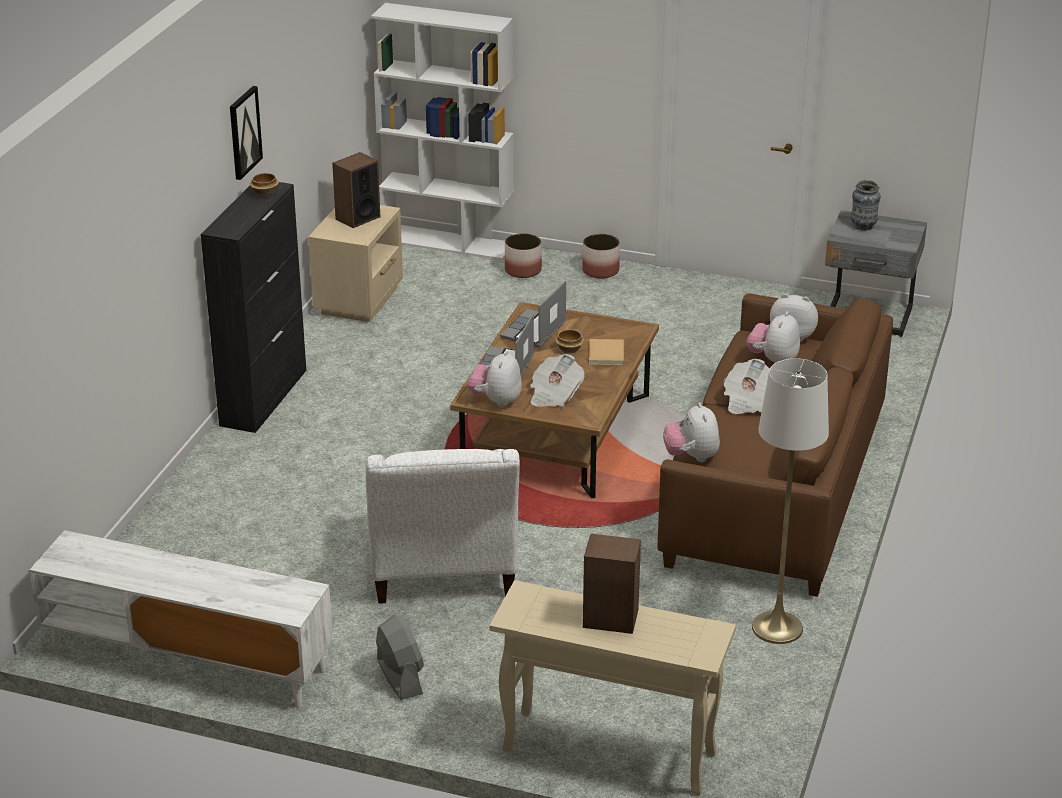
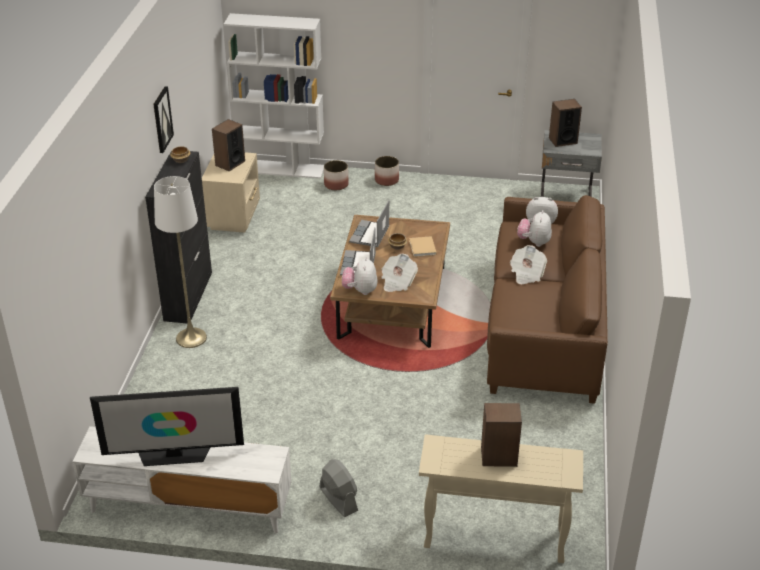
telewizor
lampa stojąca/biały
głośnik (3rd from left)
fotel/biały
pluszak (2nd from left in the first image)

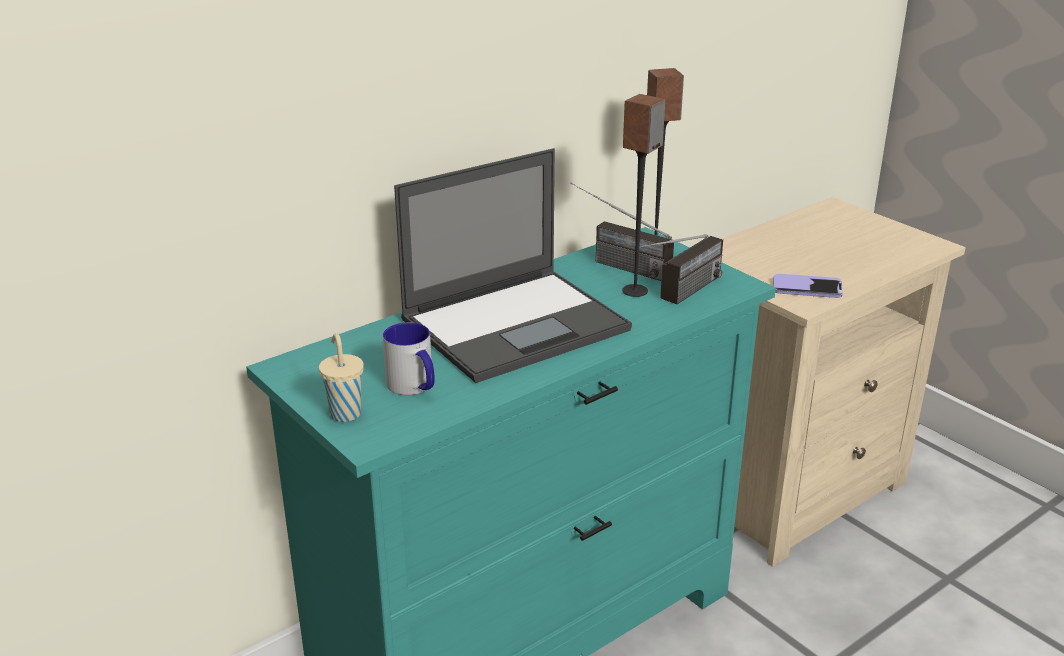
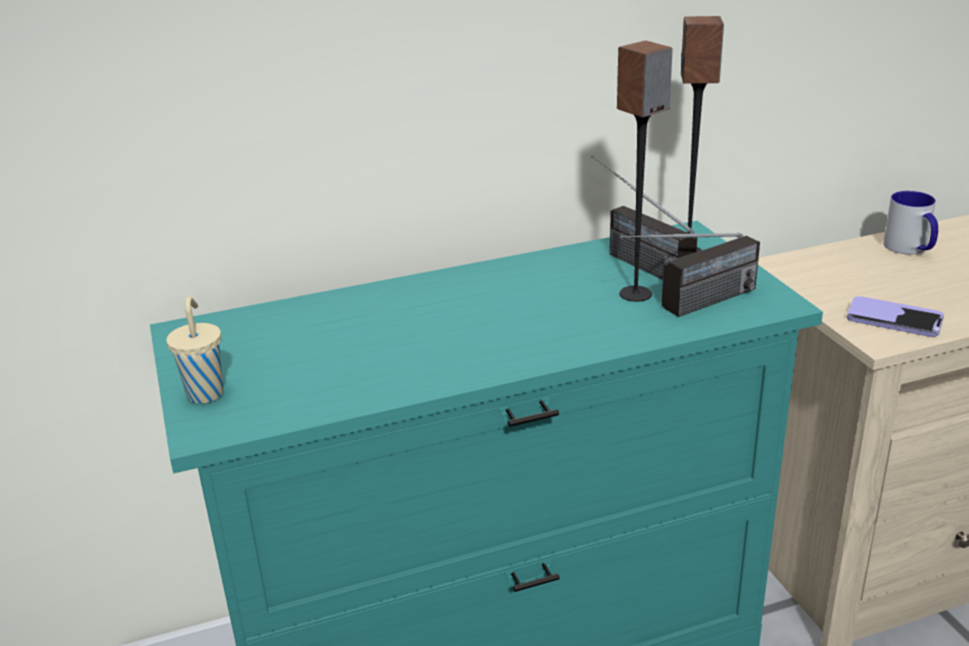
kubek
laptop

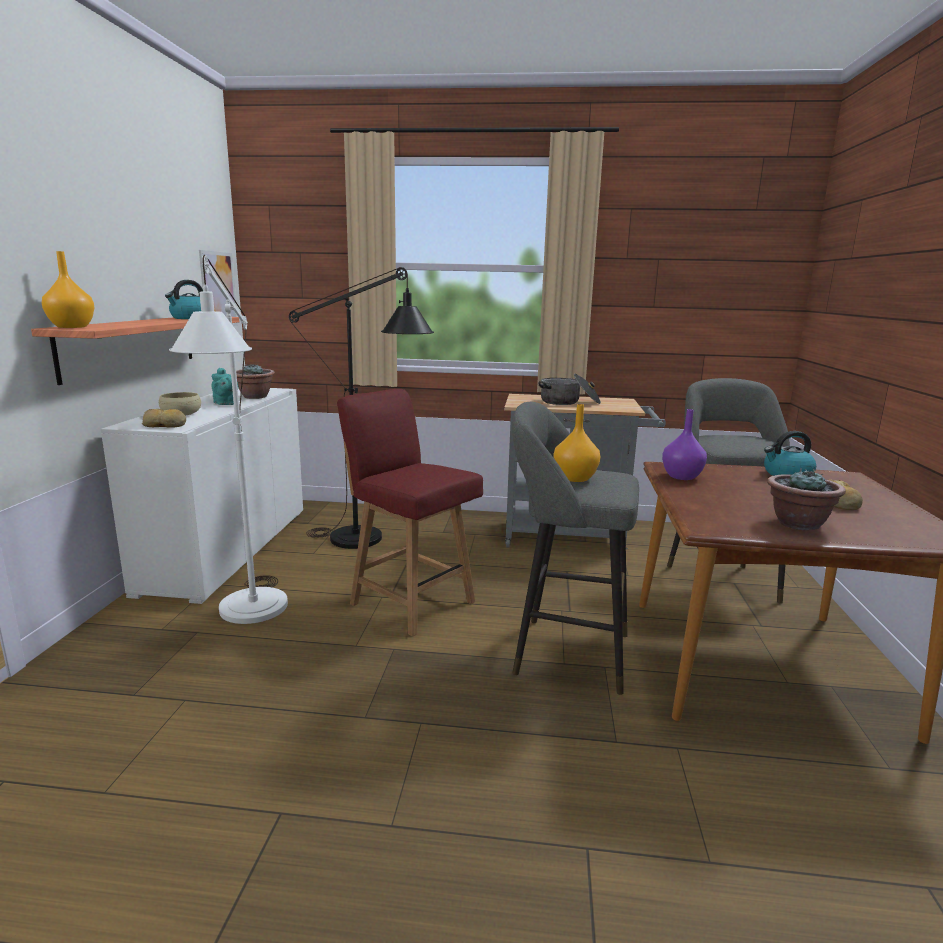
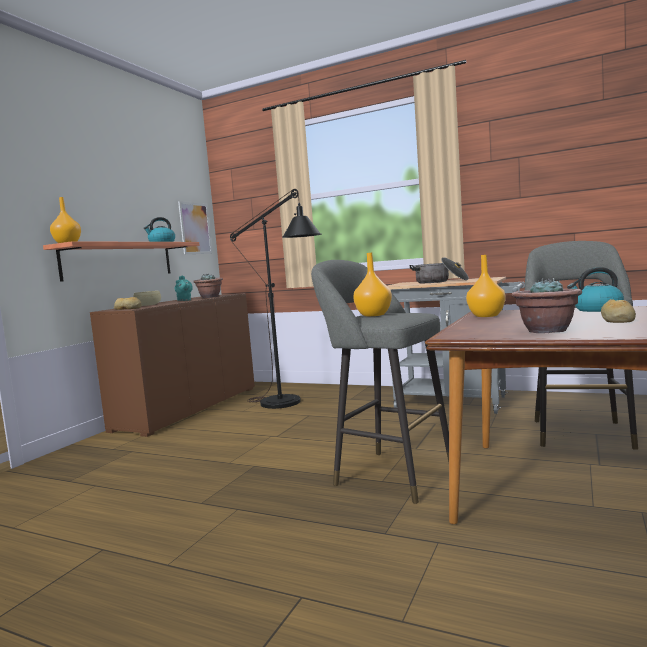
szafka/brązowy
wazon/pomarańczowy (3rd from left)
lampa stojąca/biały
krzesło/czerwony

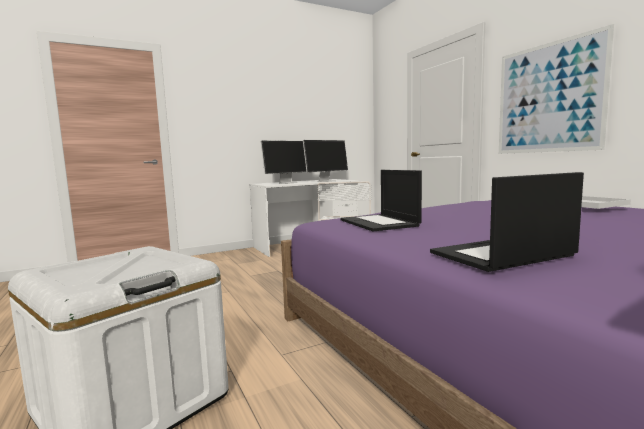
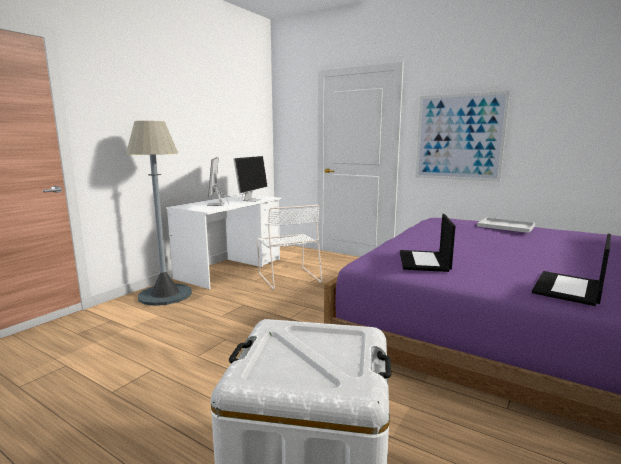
lampa stojąca/szary
monitor (1st from left)
laptop (1st from left)

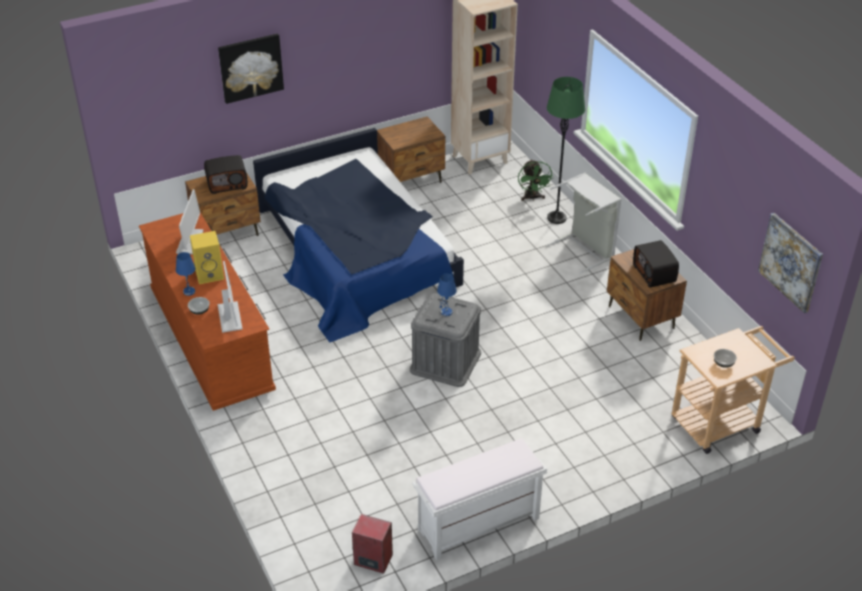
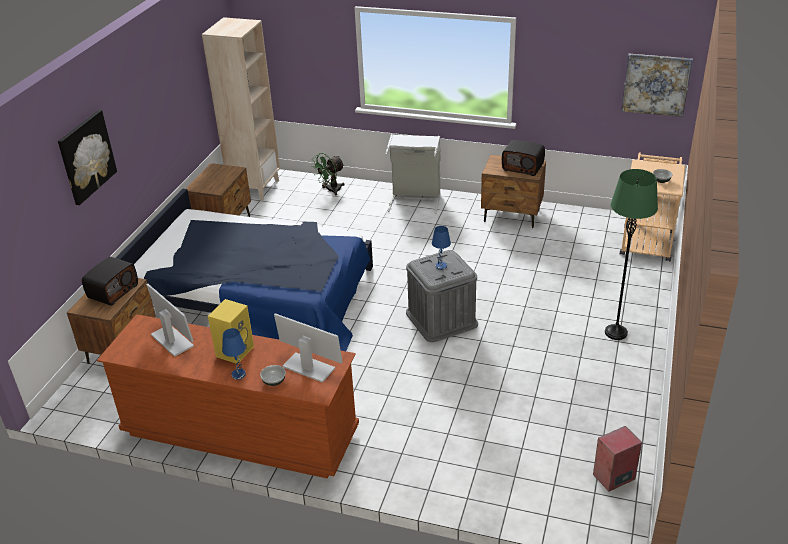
wentylator/zielony
lampa stojąca/zielony
ławka/biały

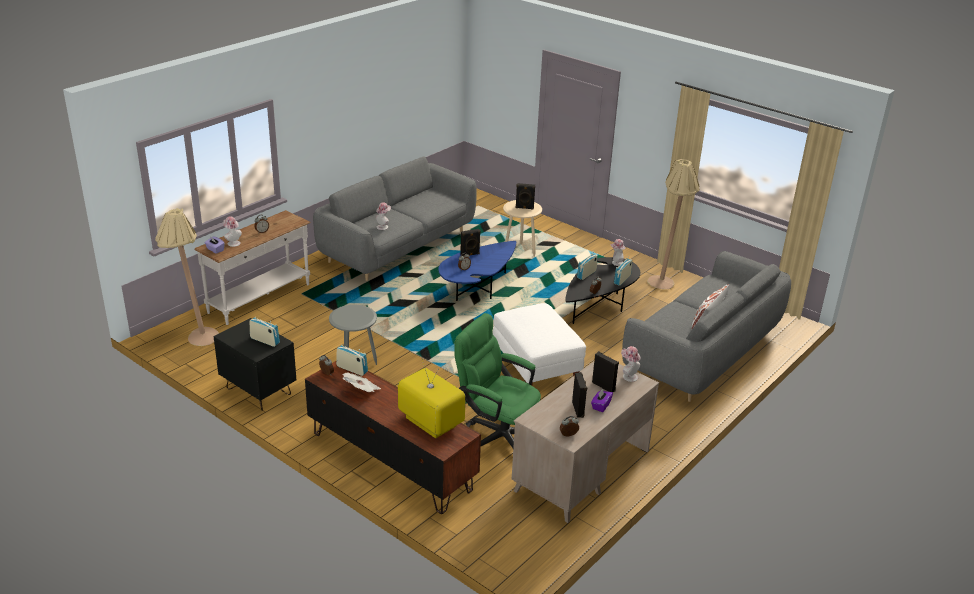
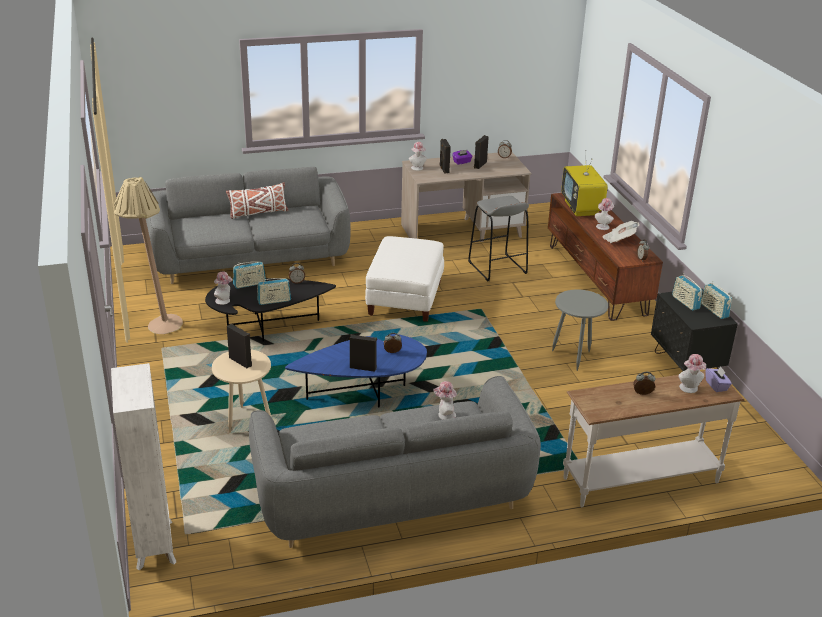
regał/biały
stołek/szary
kapelusz (4th from left)
radio (4th from left)
lampa stojąca/beżowy (1st from left in the first image)

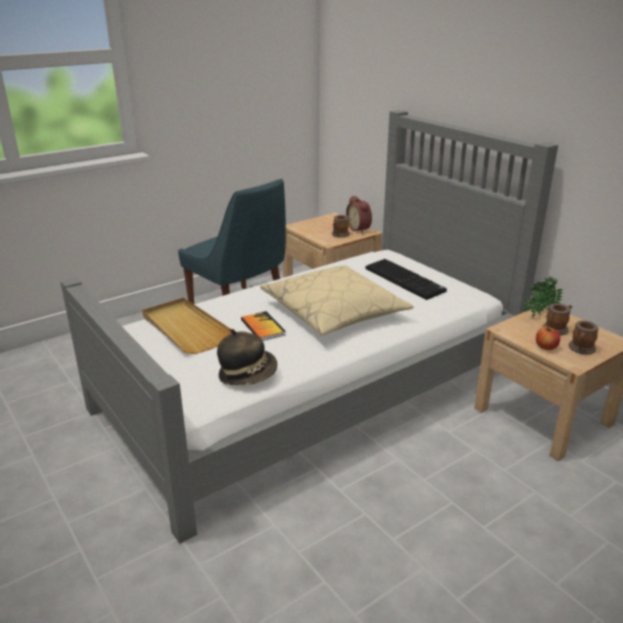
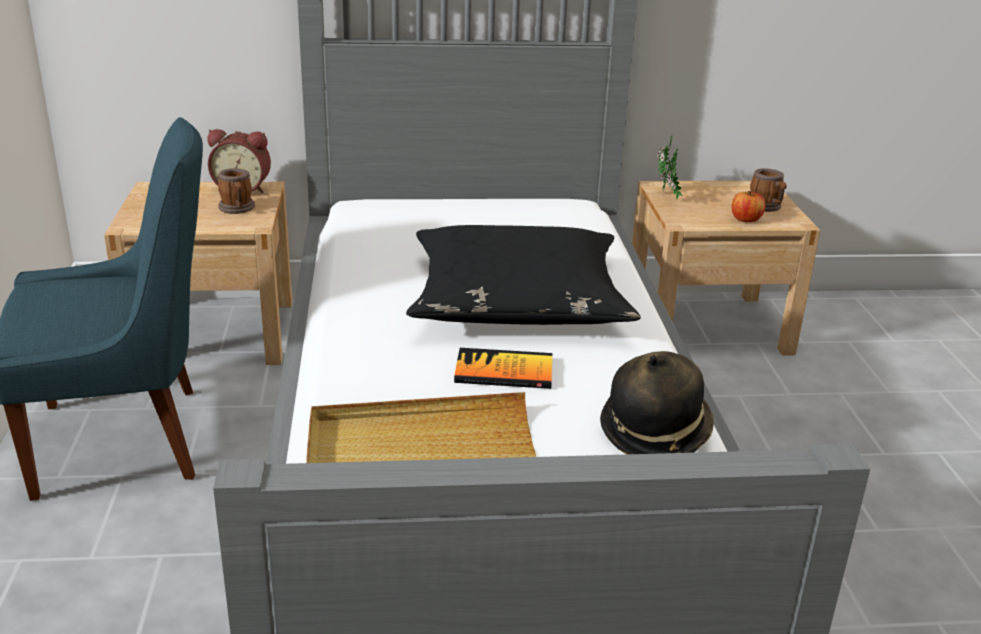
poduszka/czarny
klawiatura
kubek (2nd from left in the first image)

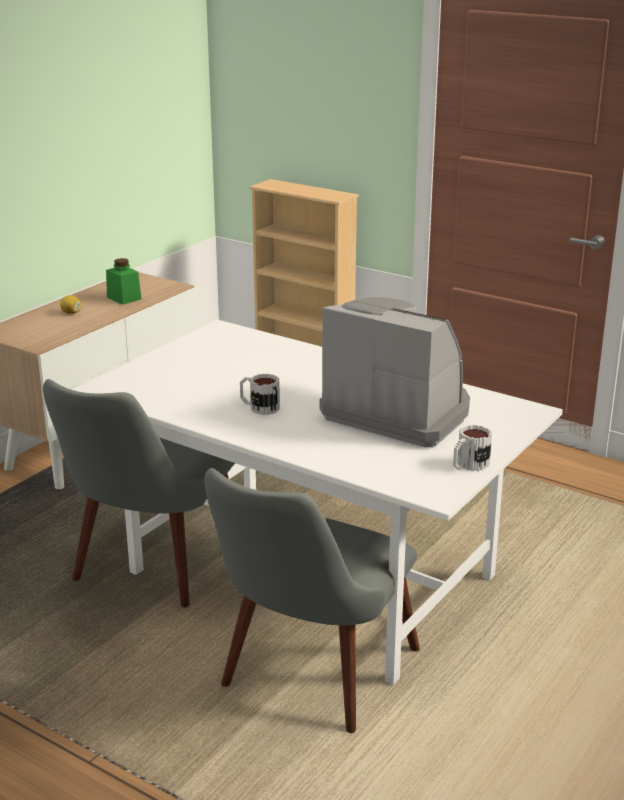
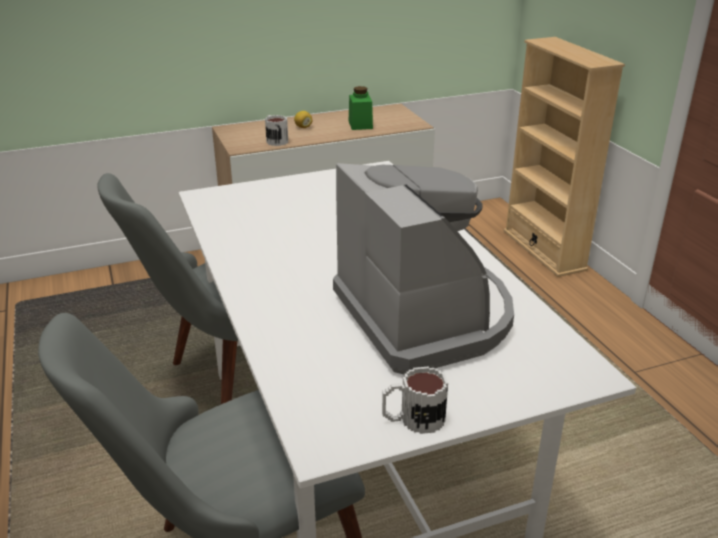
kubek (1st from left)

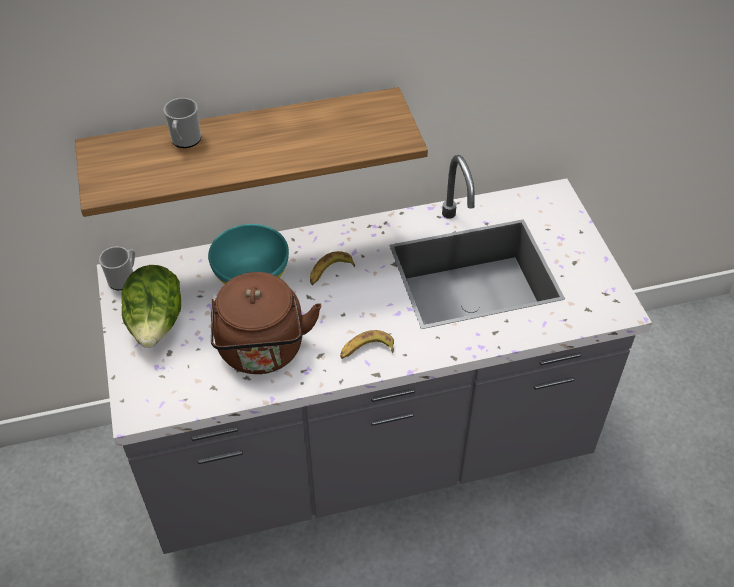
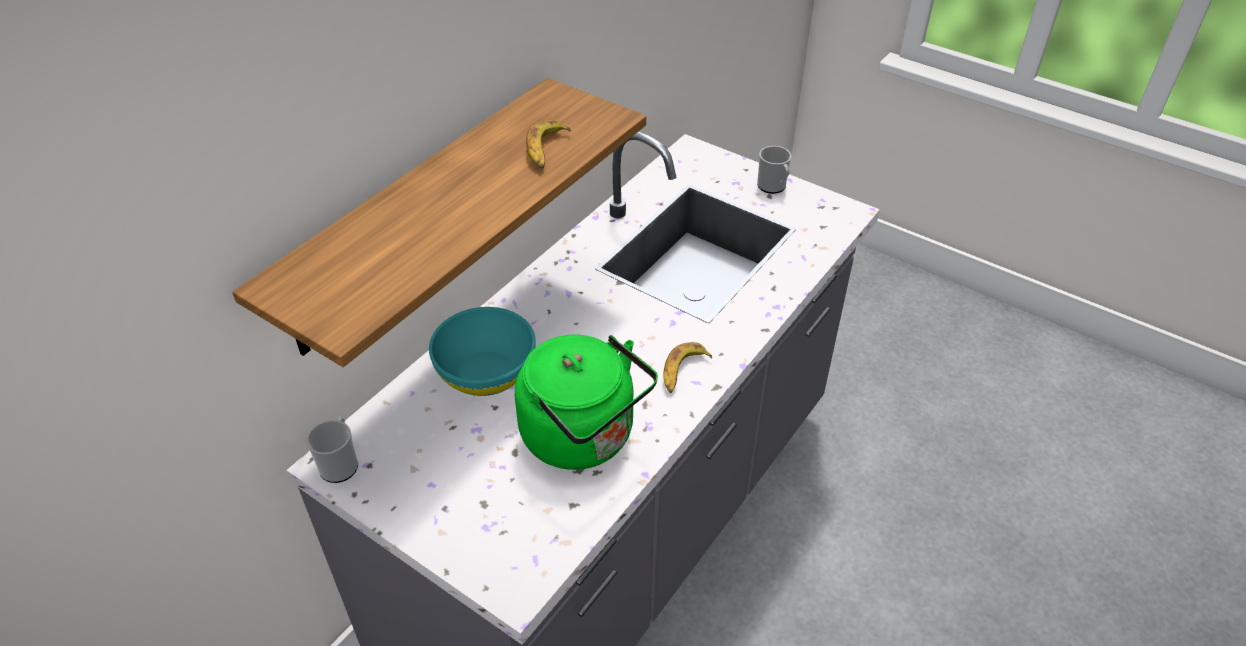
czajnik/zielony
banan (1st from left)
kubek (2nd from left)
sałata

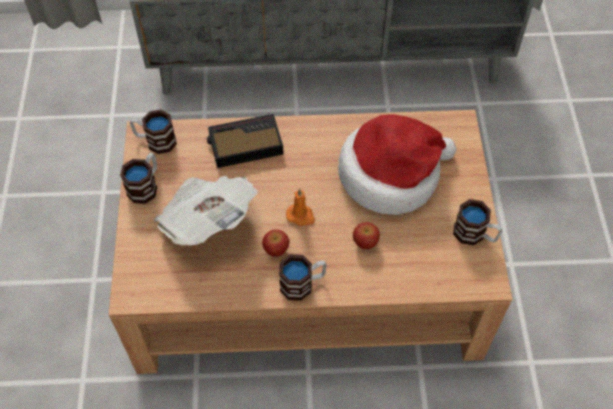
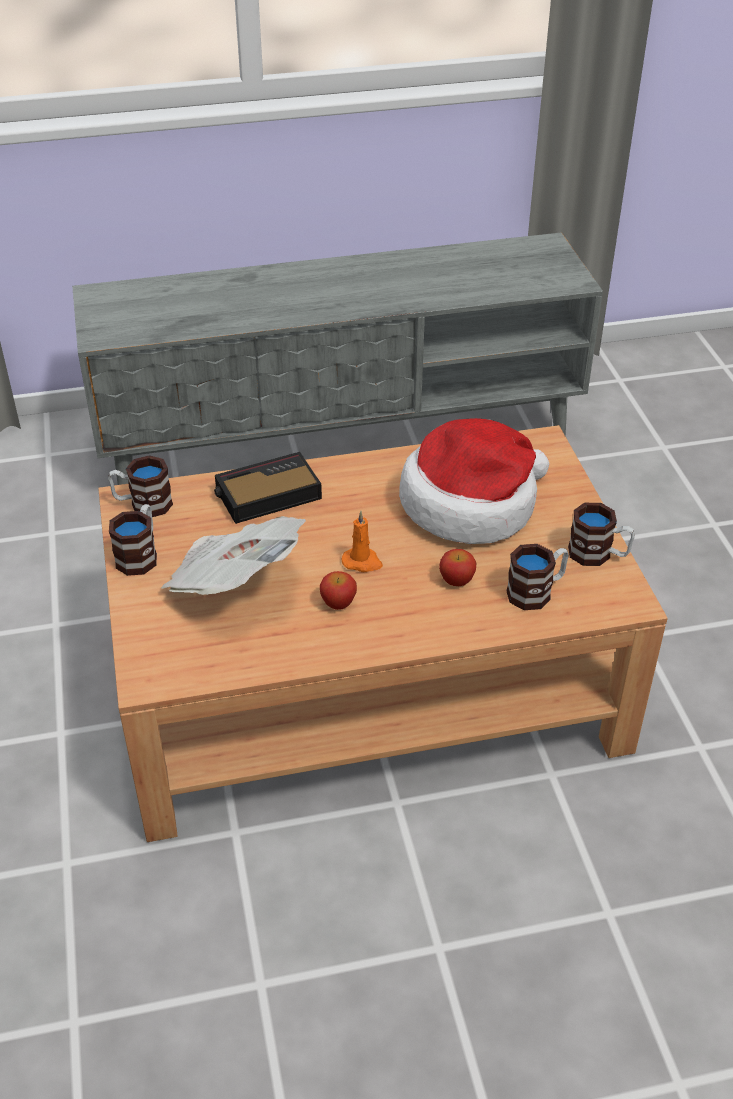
kubek (3rd from left)

